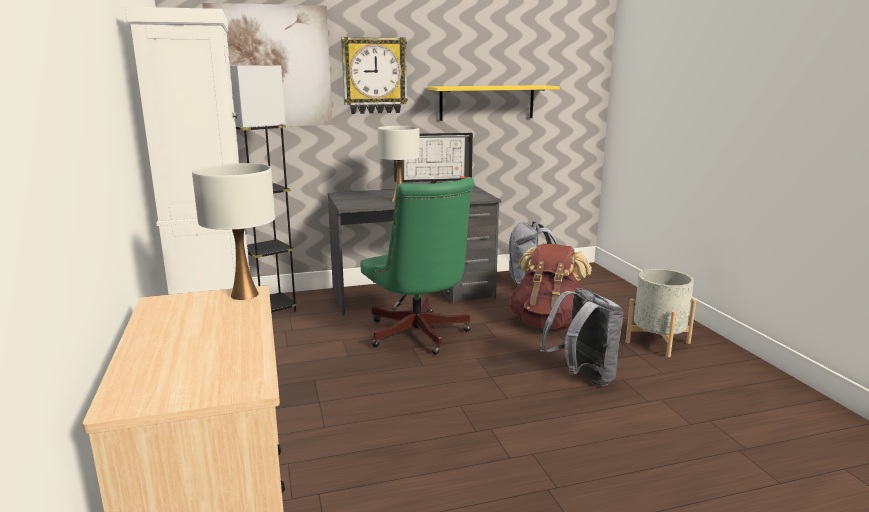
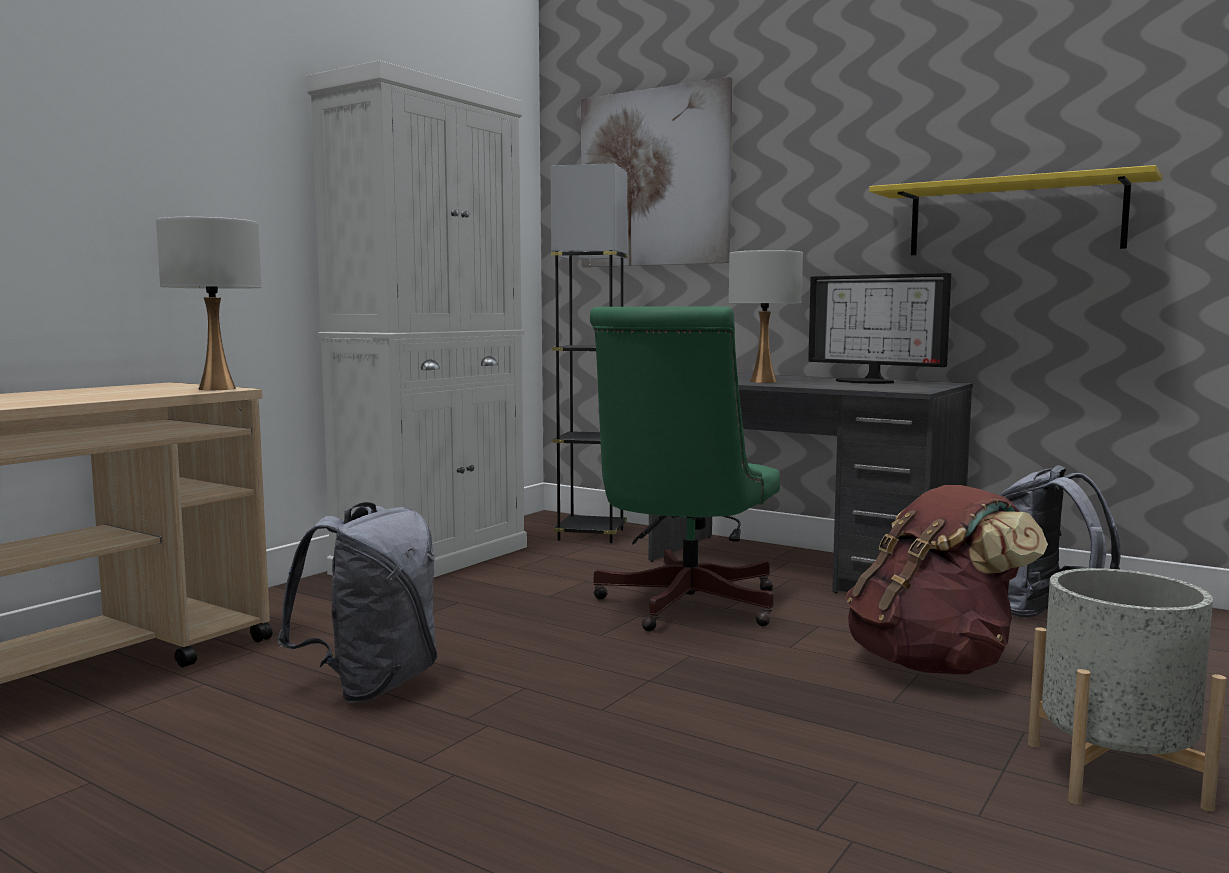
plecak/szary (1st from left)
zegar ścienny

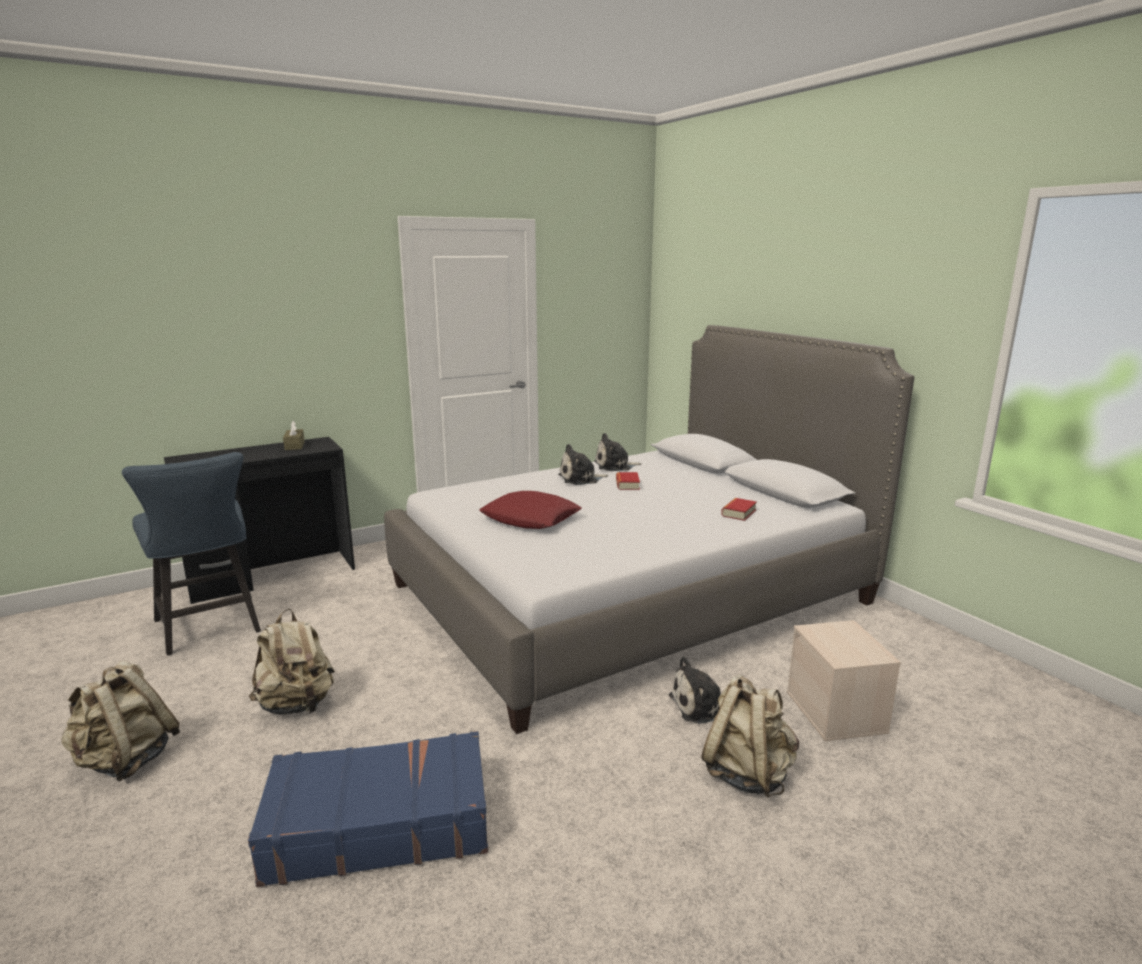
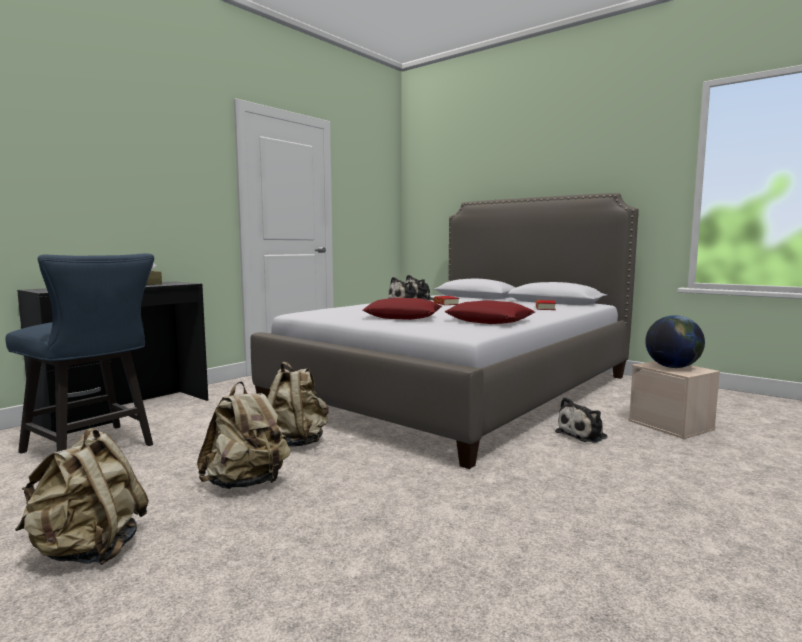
plecak/beżowy (3rd from left)
poduszka/czerwony (2nd from left)
globus
walizka/niebieski

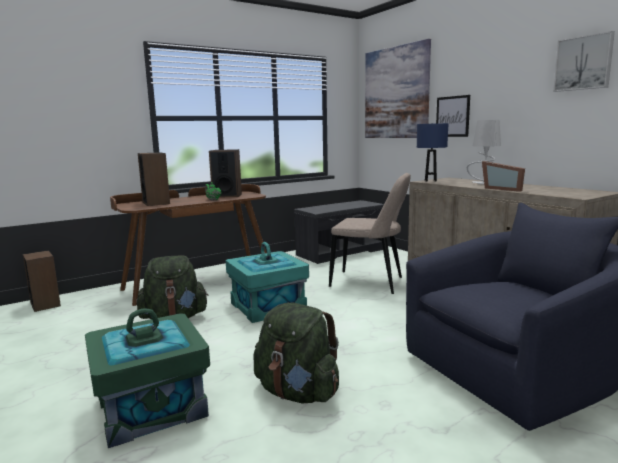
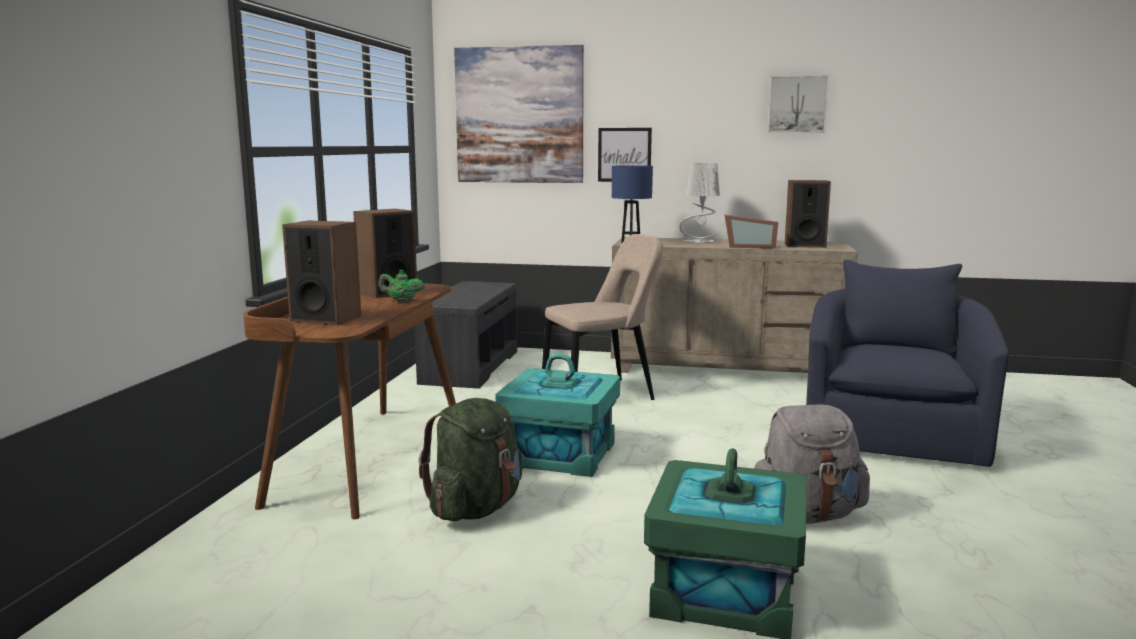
plecak/szary
głośnik (3rd from left)

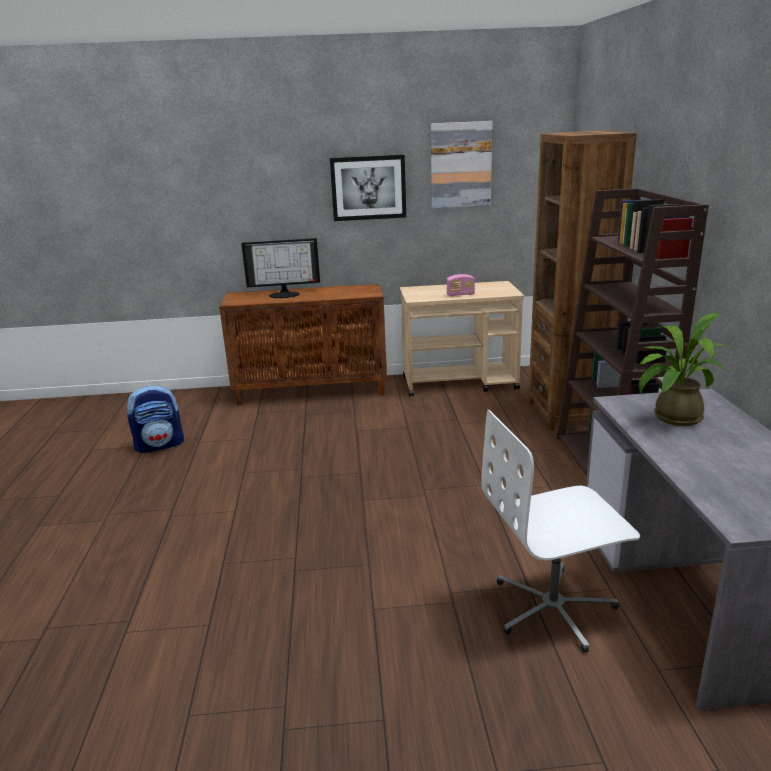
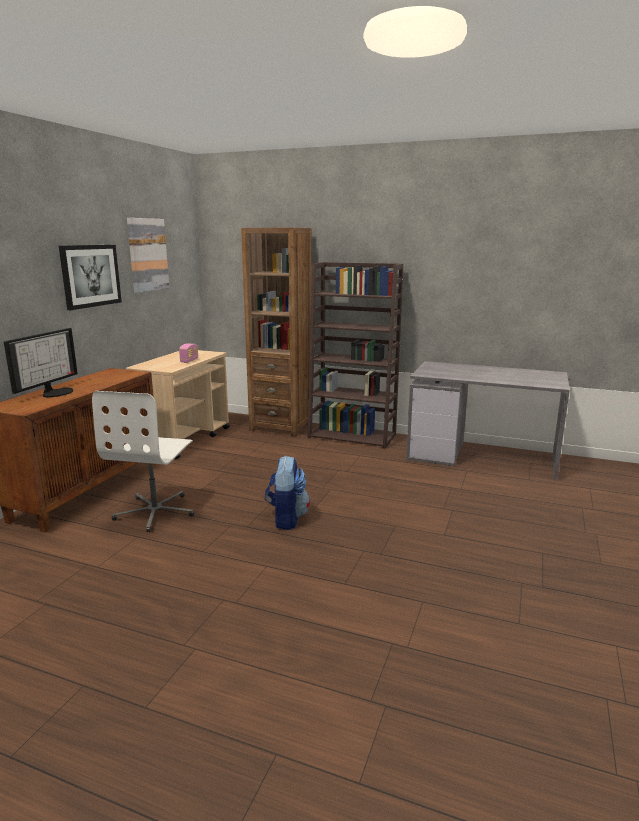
krzesło biurowe/biały
plecak
roślina doniczkowa

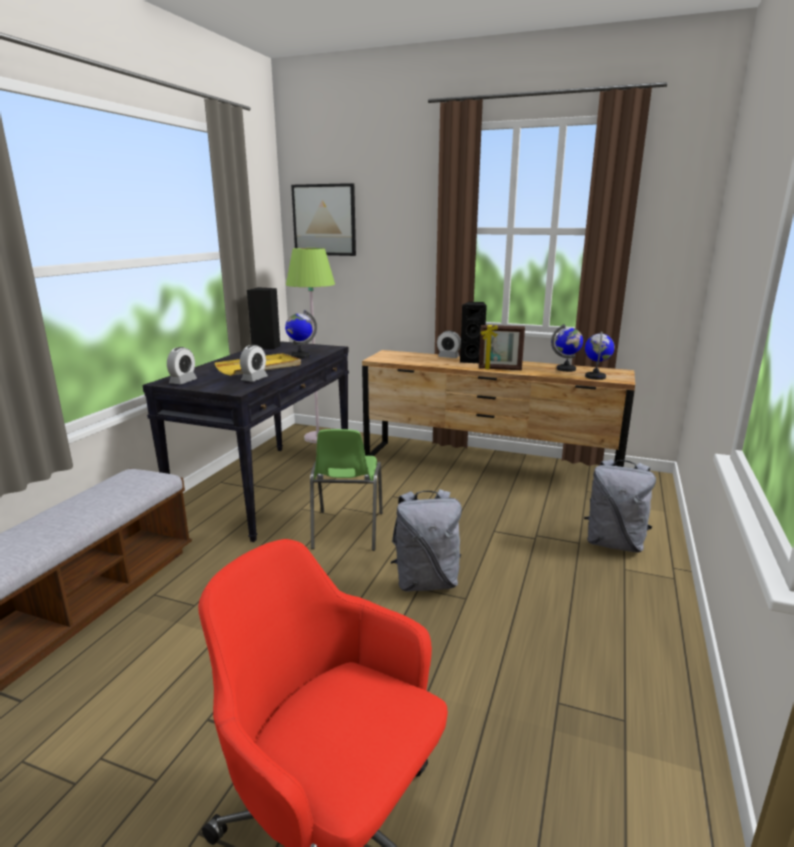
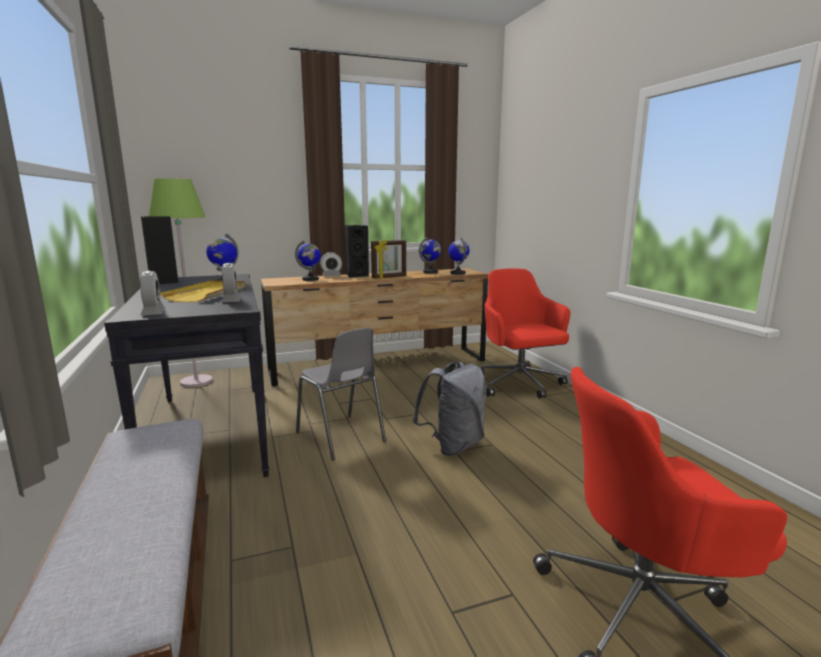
globus (2nd from left)
krzesło/szary
krzesło biurowe/czerwony (1st from left)
obraz

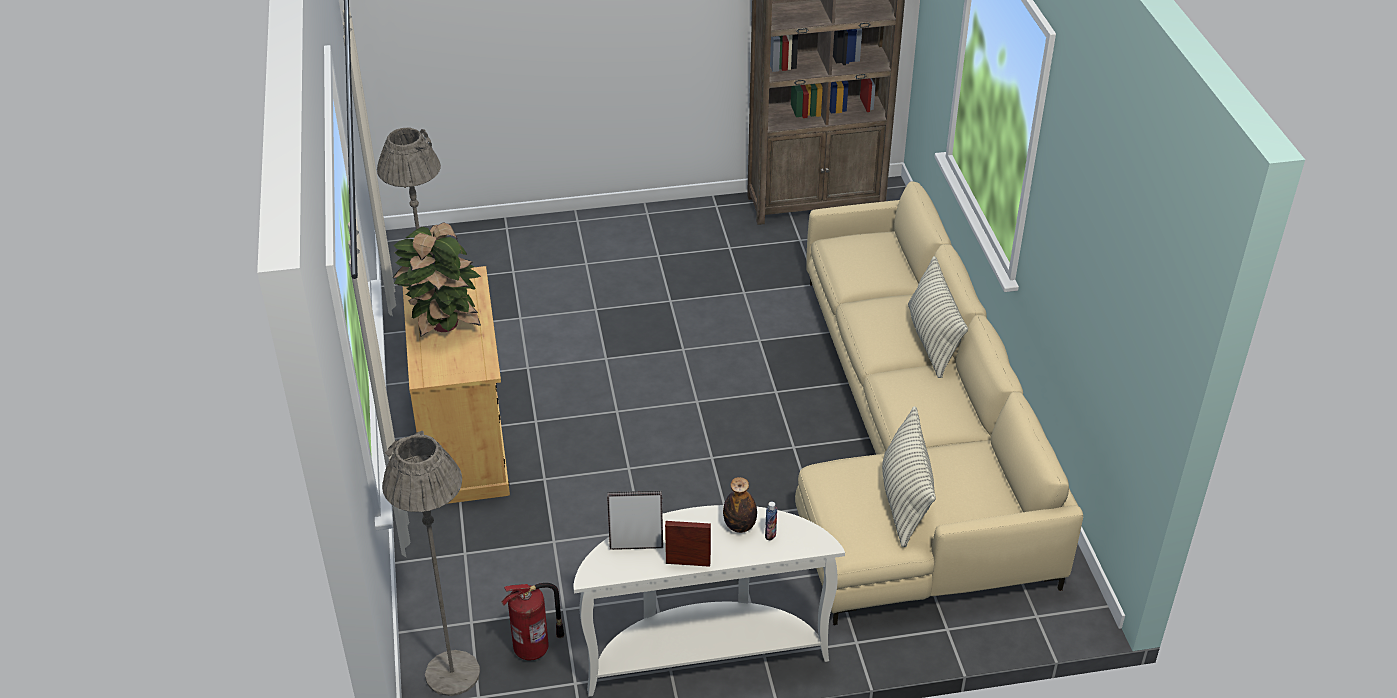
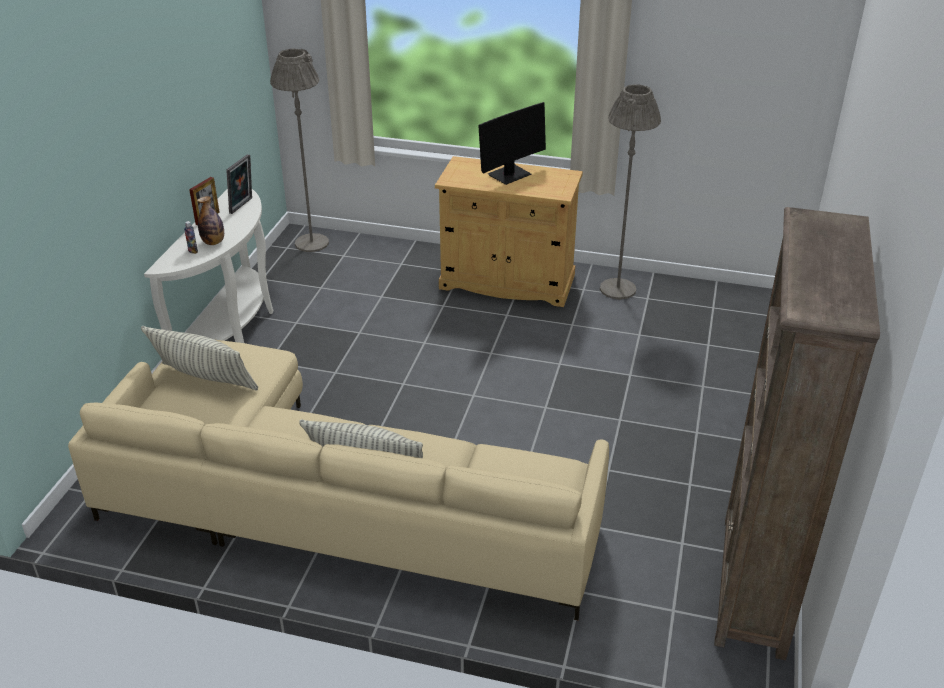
monitor
gaśnica

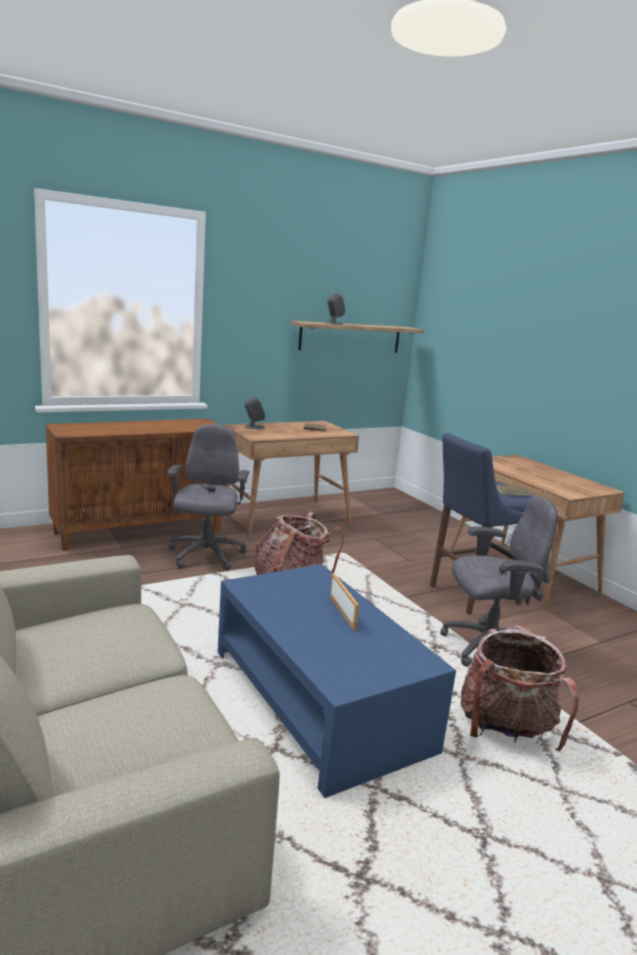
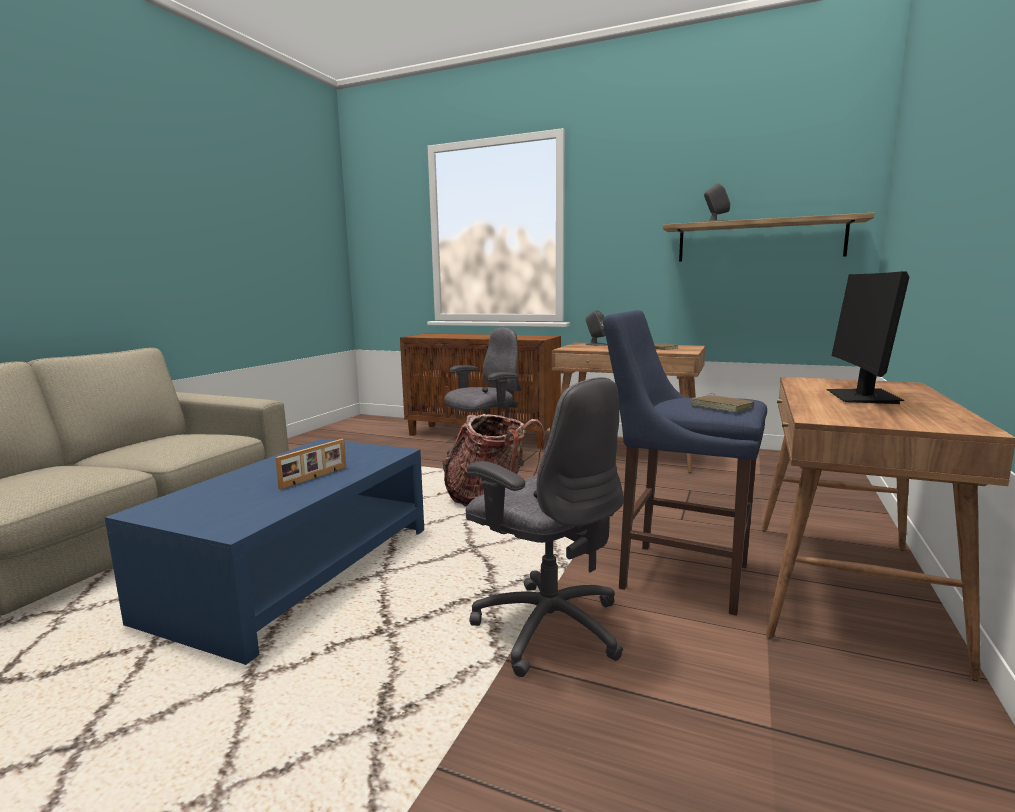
monitor
plecak (2nd from left in the first image)

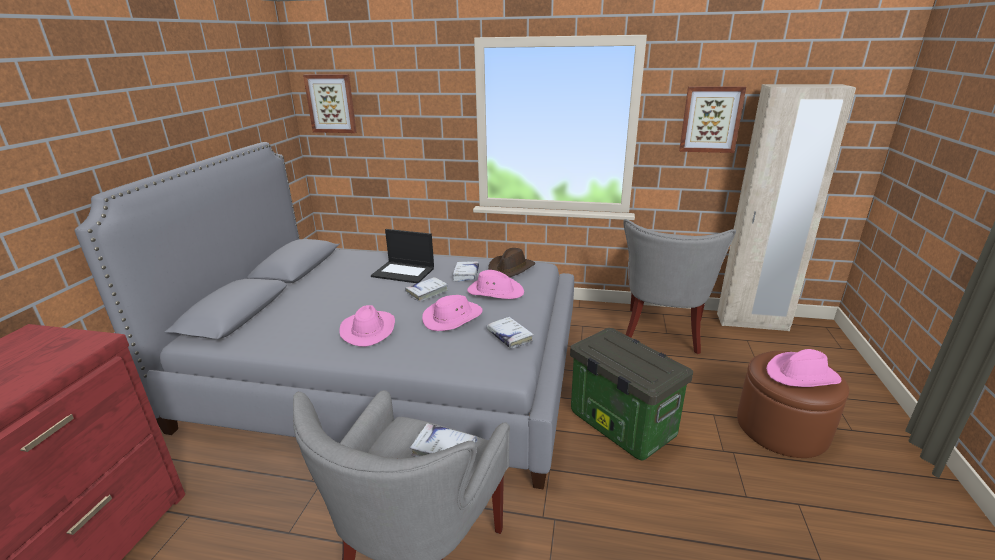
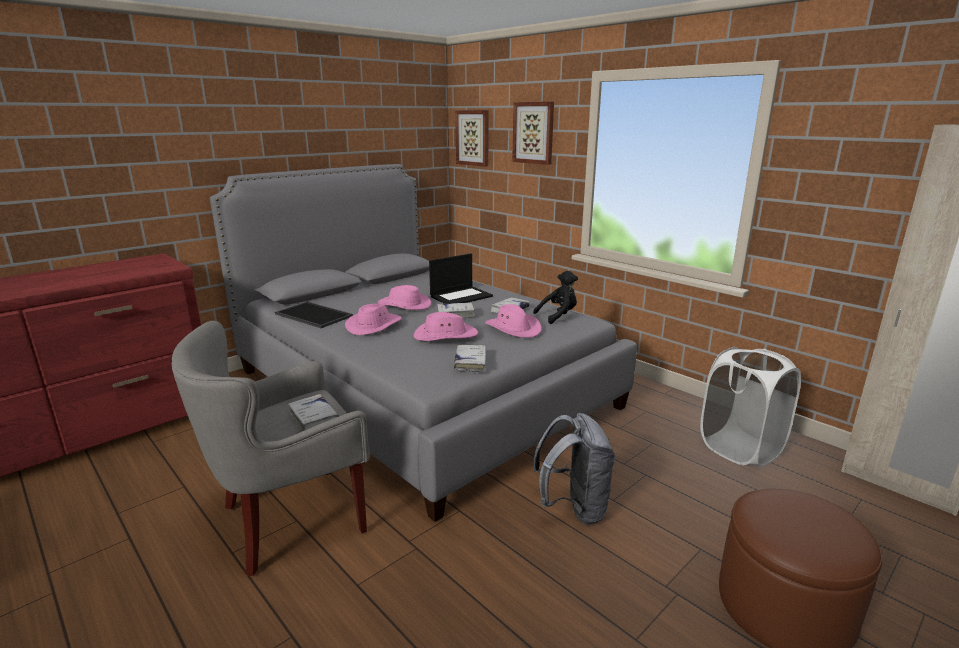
taca
kapelusz/różowy (2nd from left)
laptop
obraz (2nd from left)
pluszak/czarny
plecak/szary
kosz na pranie/biały

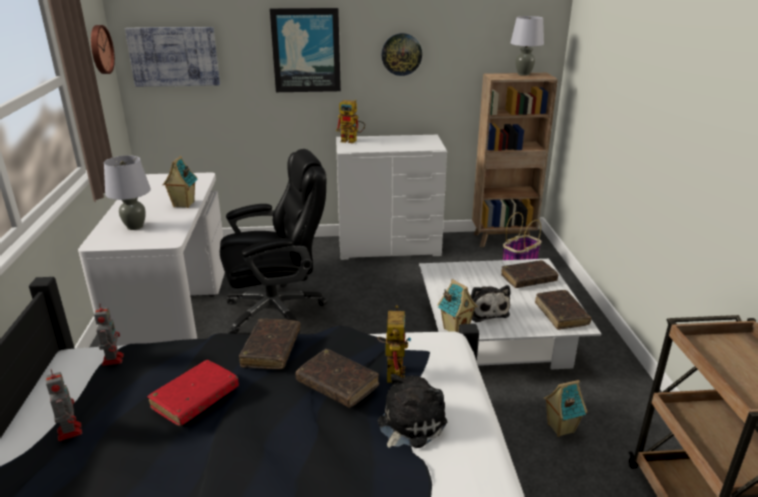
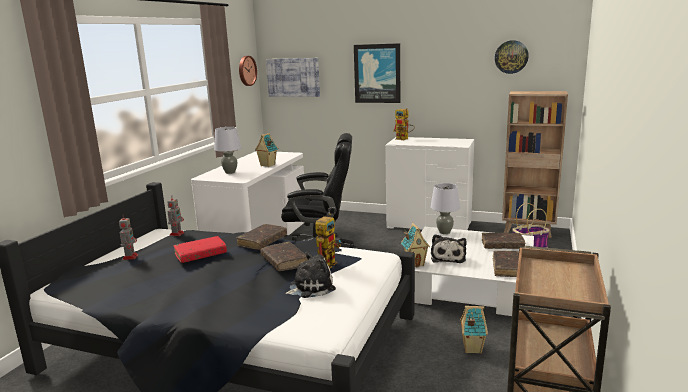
lampa stołowa/szary (2nd from left)
zegar ścienny (2nd from left)

